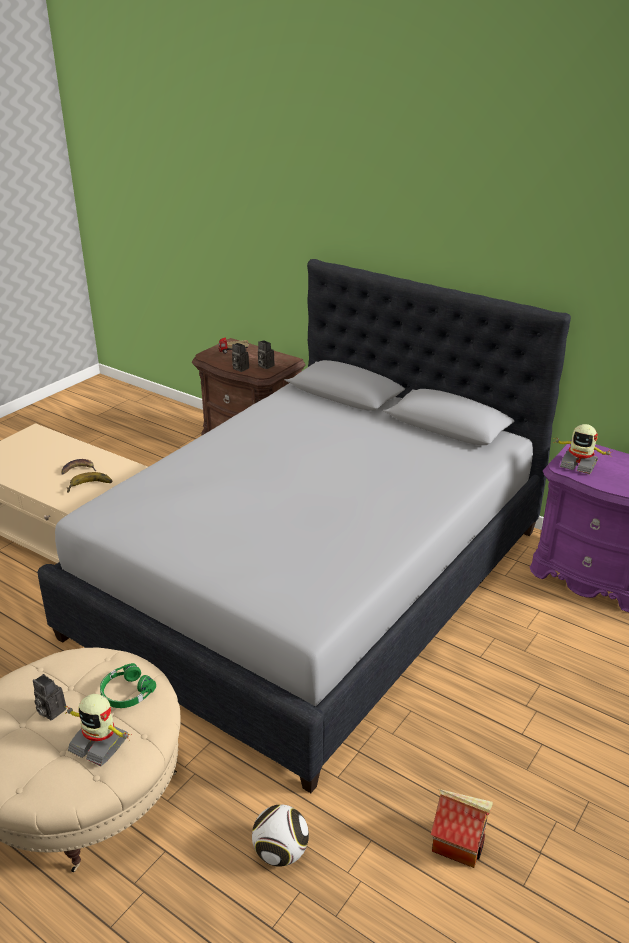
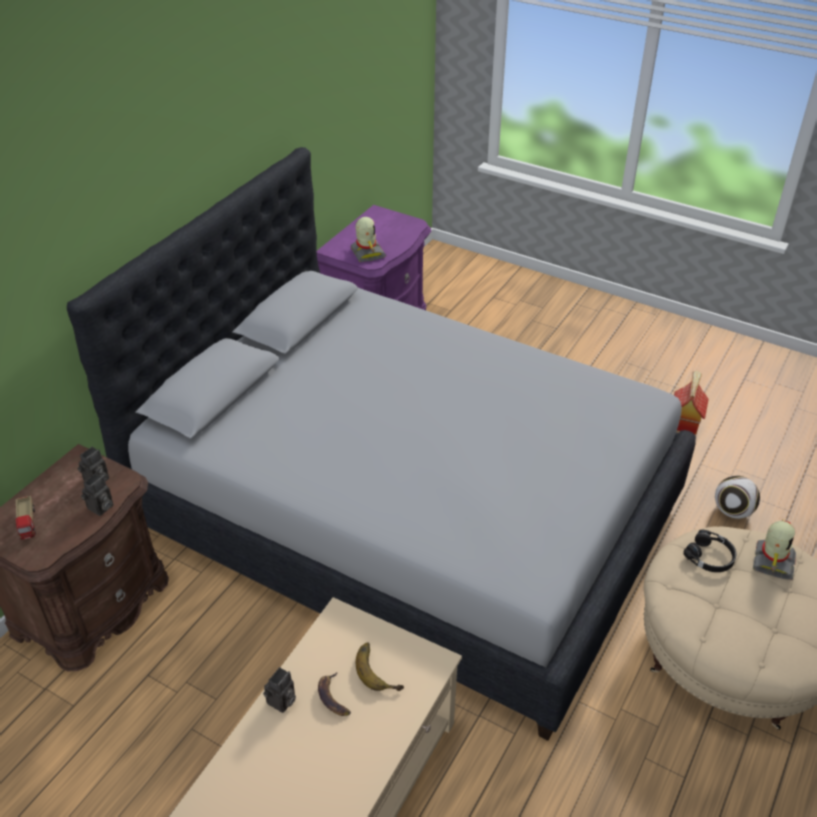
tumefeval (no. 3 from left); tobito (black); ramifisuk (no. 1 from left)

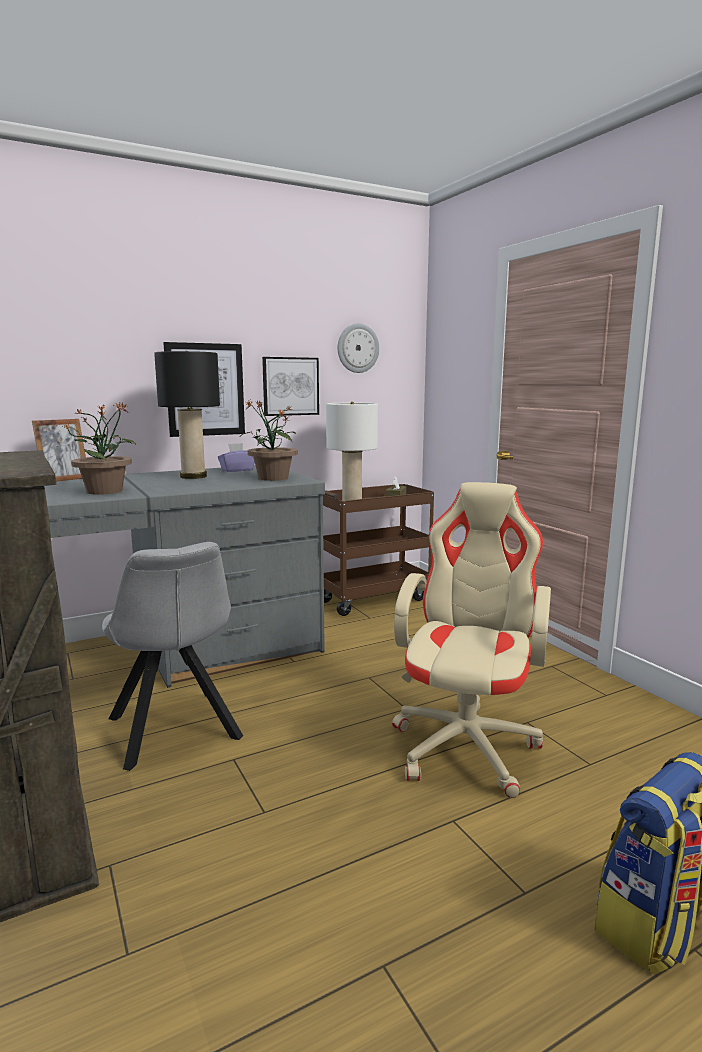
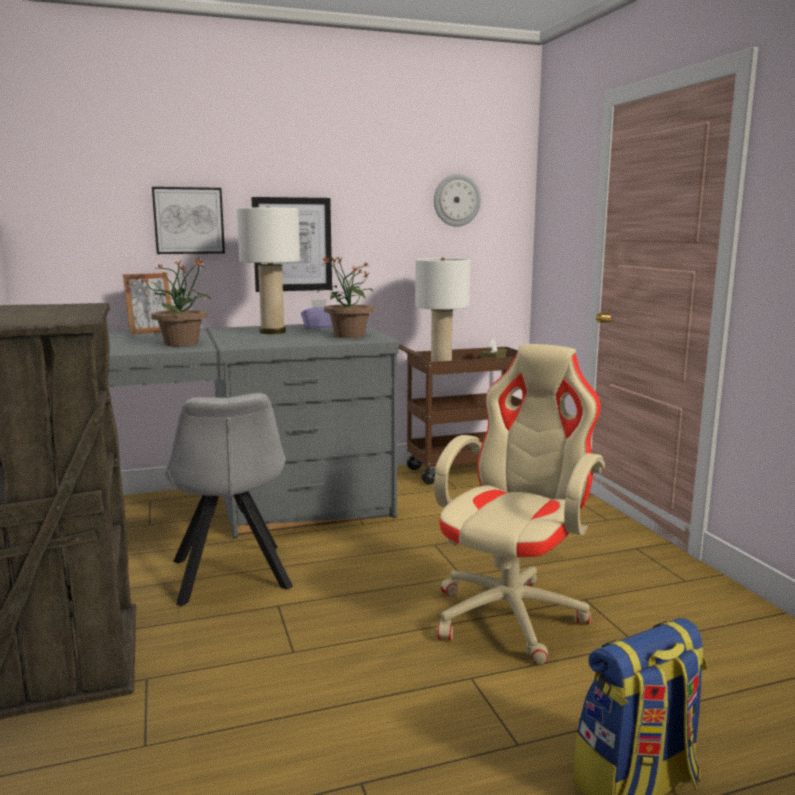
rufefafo (no. 1 from left); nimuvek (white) (no. 1 from left)

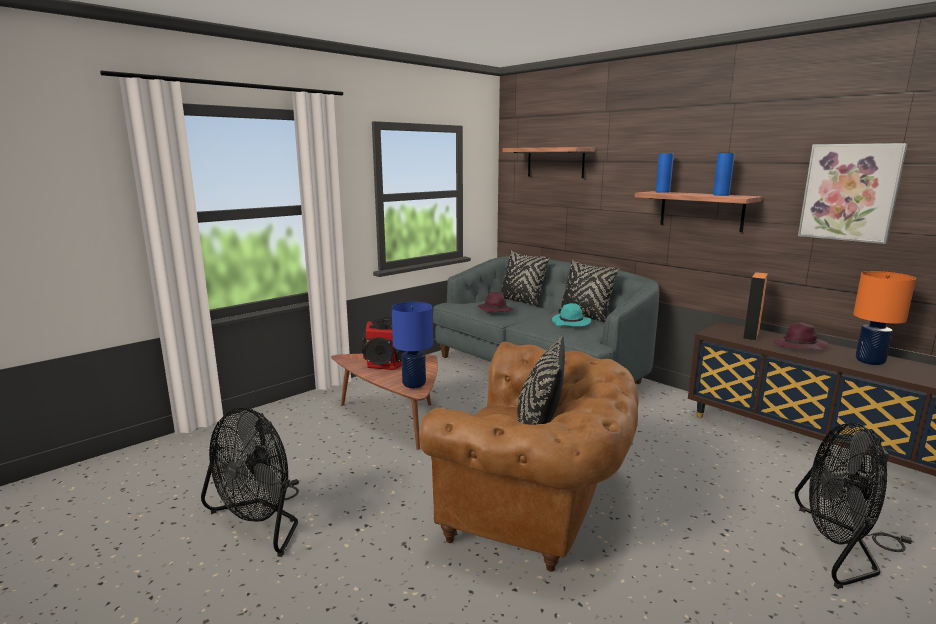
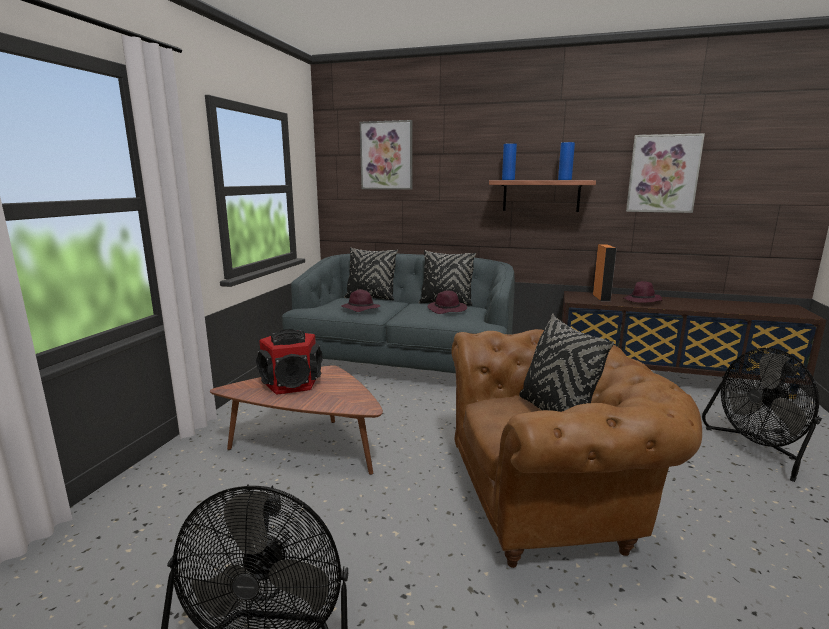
nimuvek (blue); nimuvek (orange); rufefafo (no. 1 from left); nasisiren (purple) (no. 2 from left)

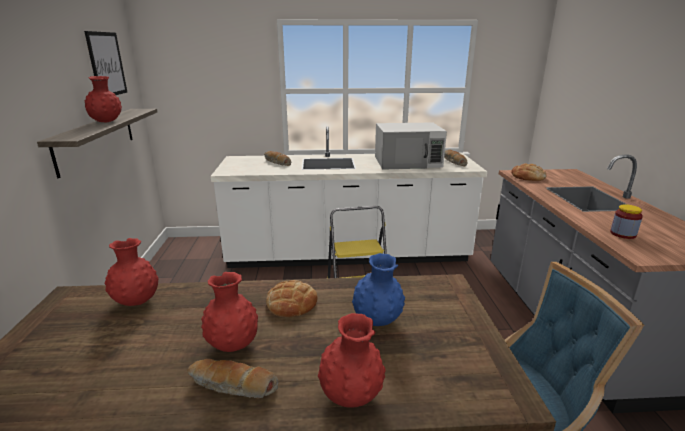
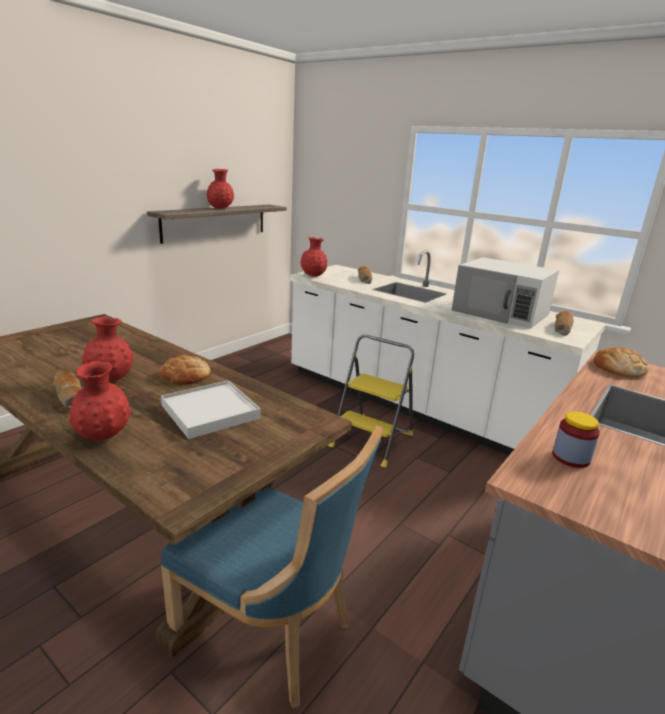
rufefafo; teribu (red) (no. 4 from left); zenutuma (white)

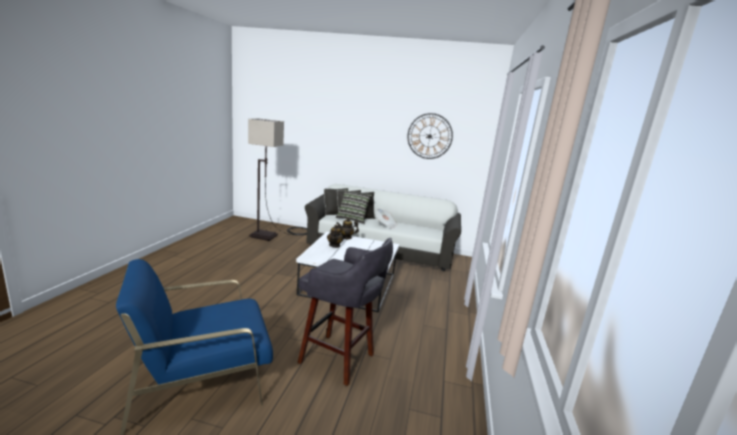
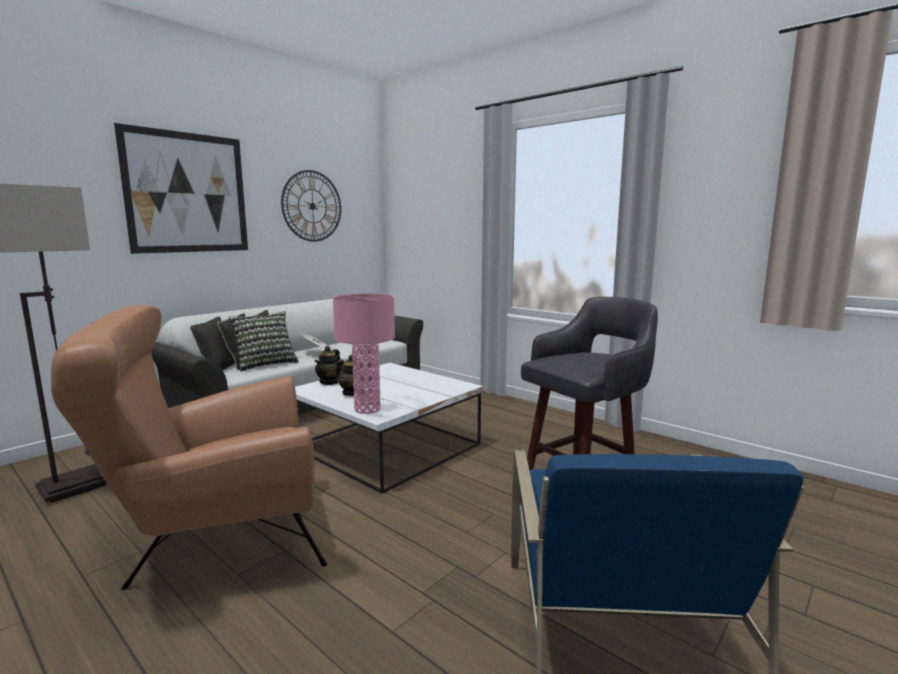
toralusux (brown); rufefafo; nimuvek (pink)

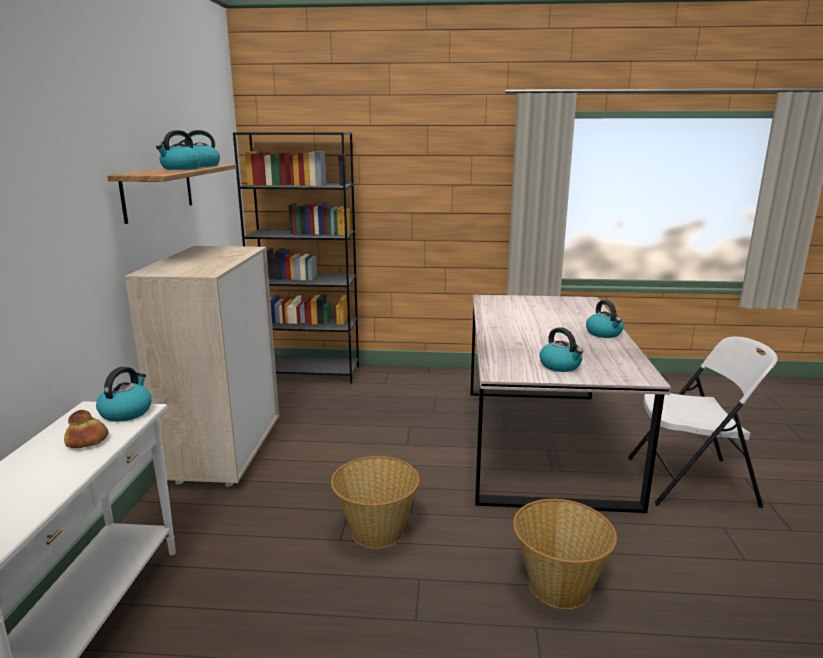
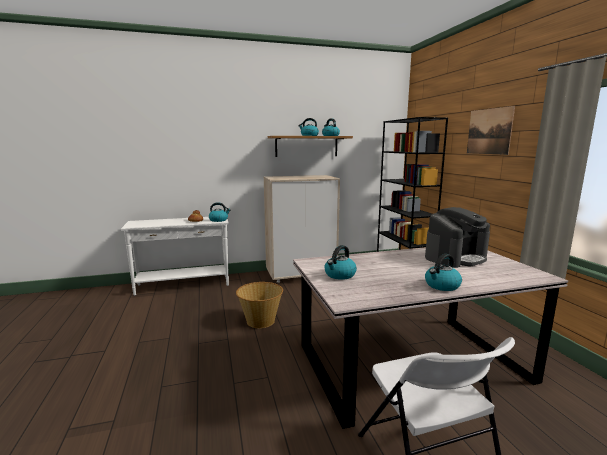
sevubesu (no. 2 from left in the first image); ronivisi; rufefafo

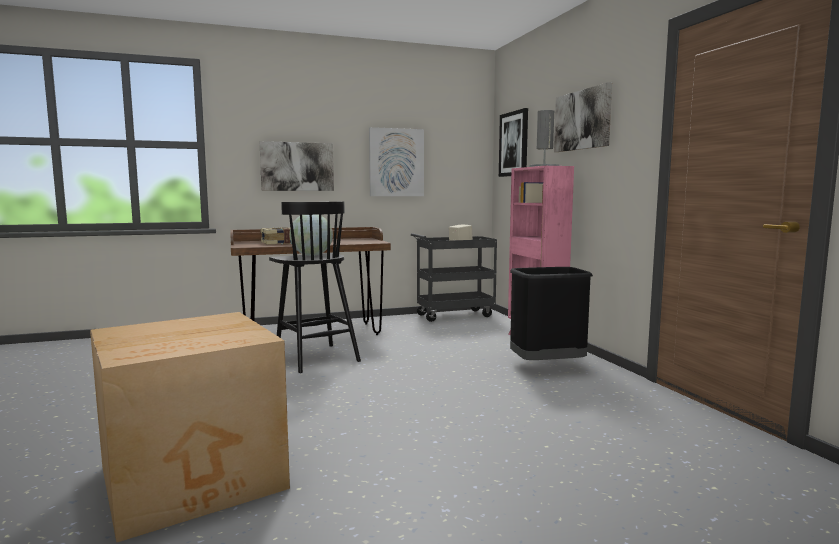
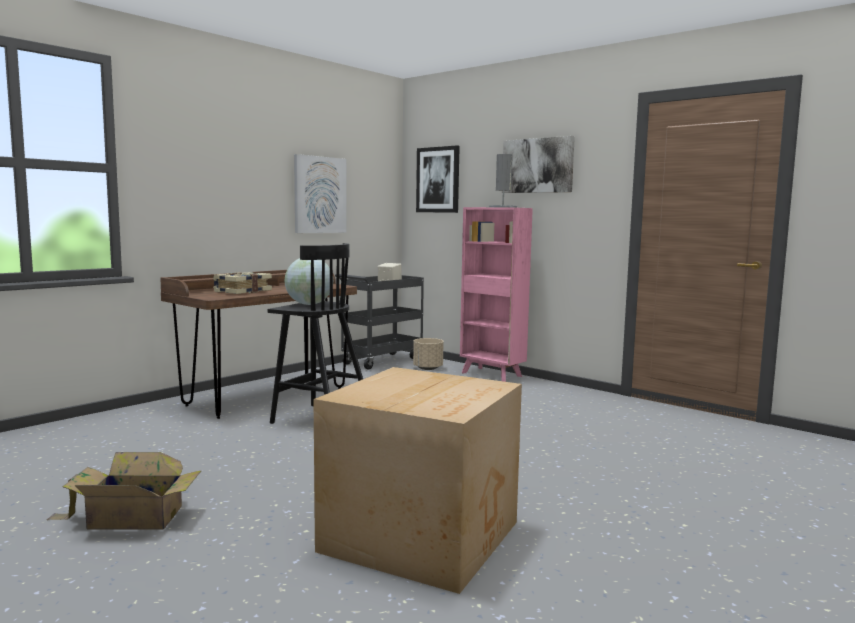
rufefafo (no. 1 from left in the first image); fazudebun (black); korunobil (no. 1 from left); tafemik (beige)

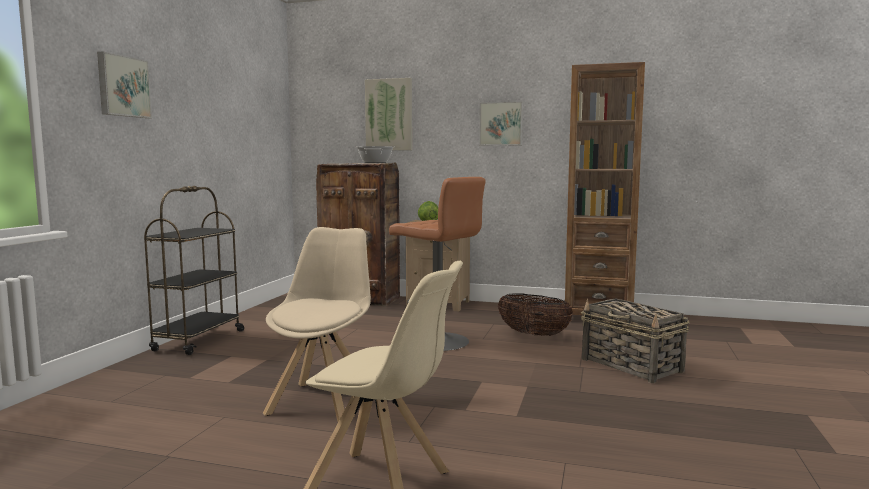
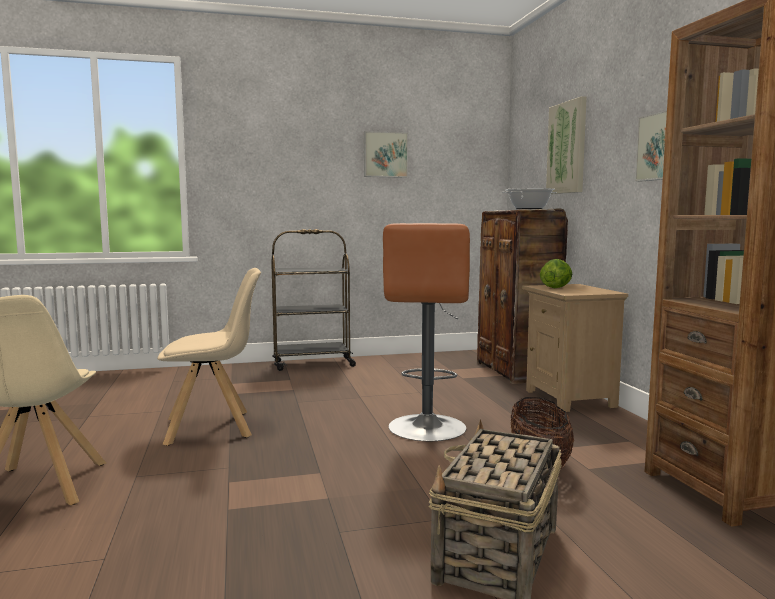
rufefafo (no. 1 from left)

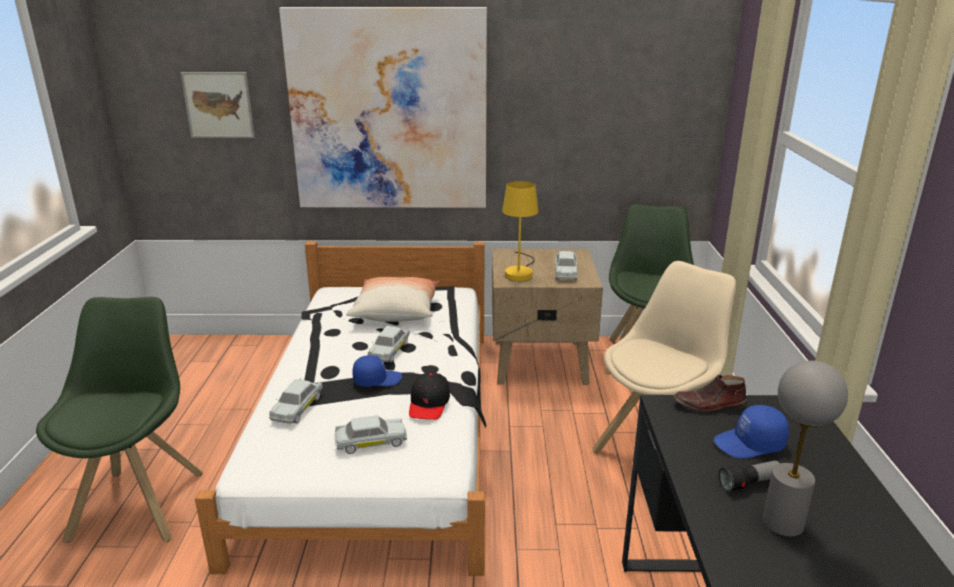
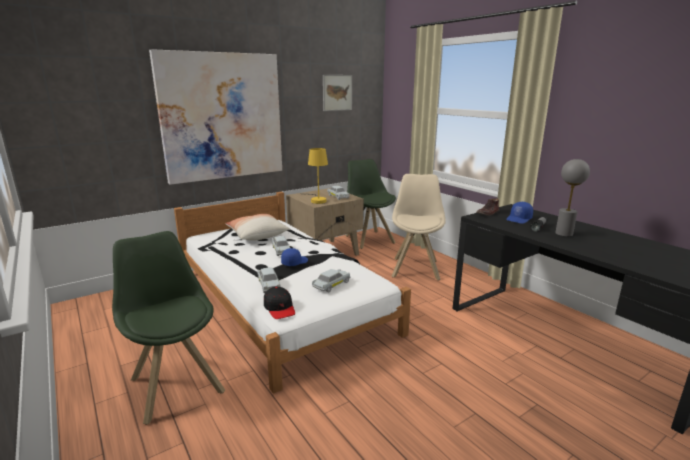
rufefafo (no. 2 from left); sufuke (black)

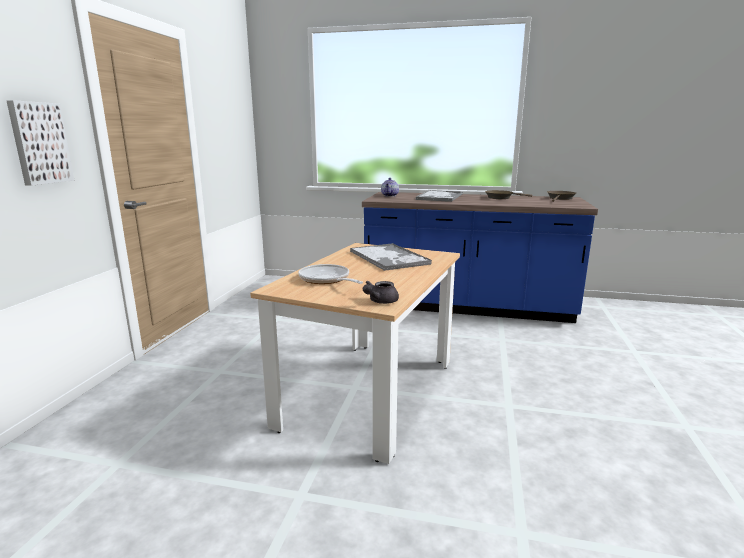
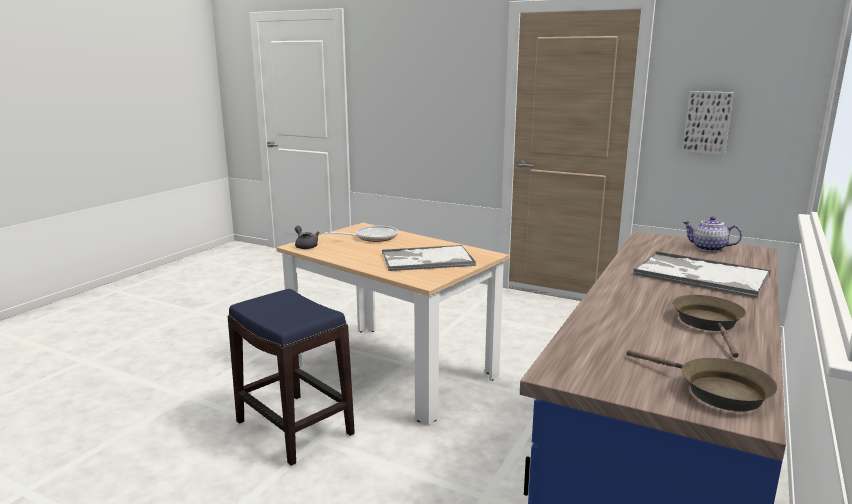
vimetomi; rufefafo

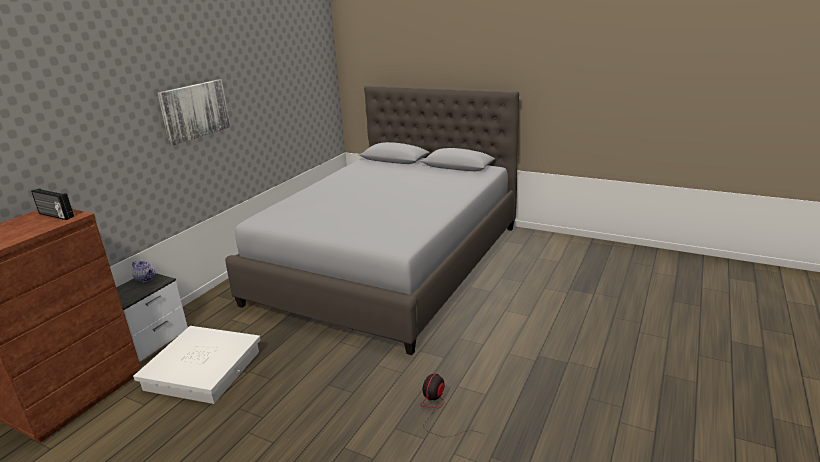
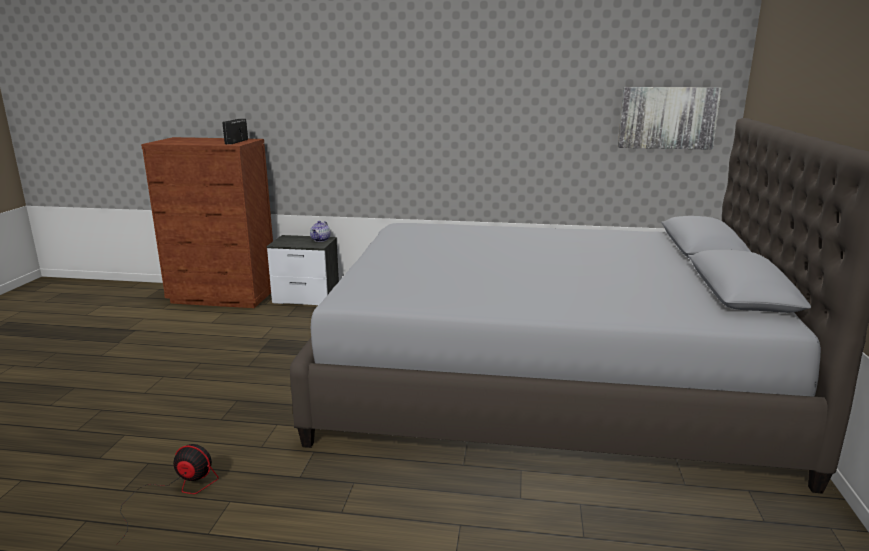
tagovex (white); rufefafo

